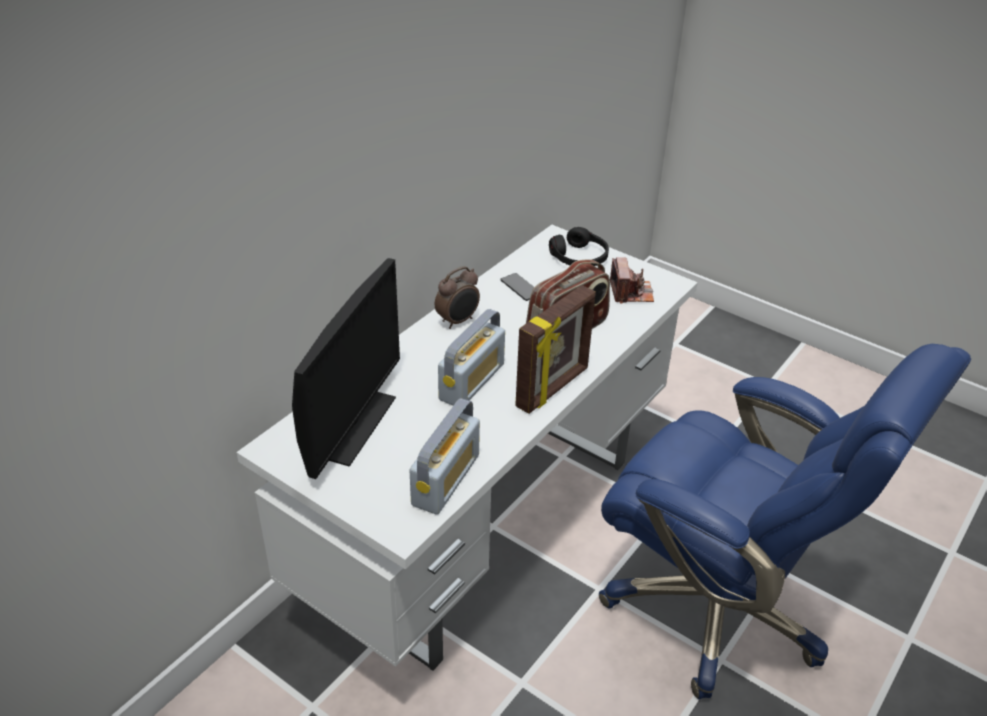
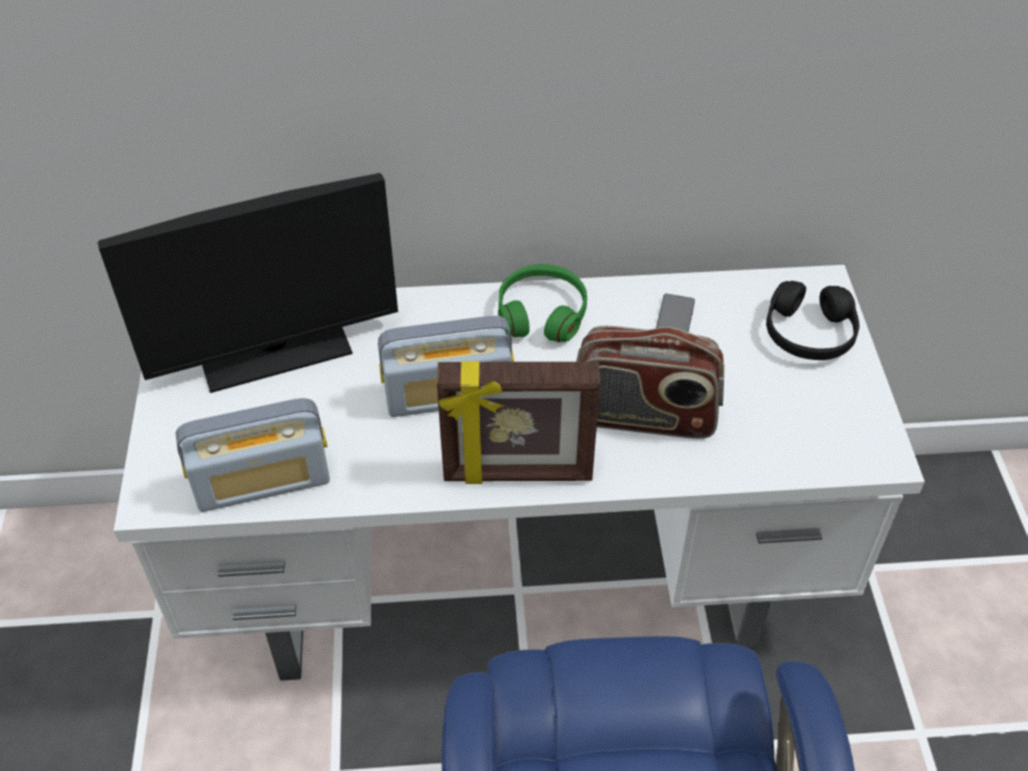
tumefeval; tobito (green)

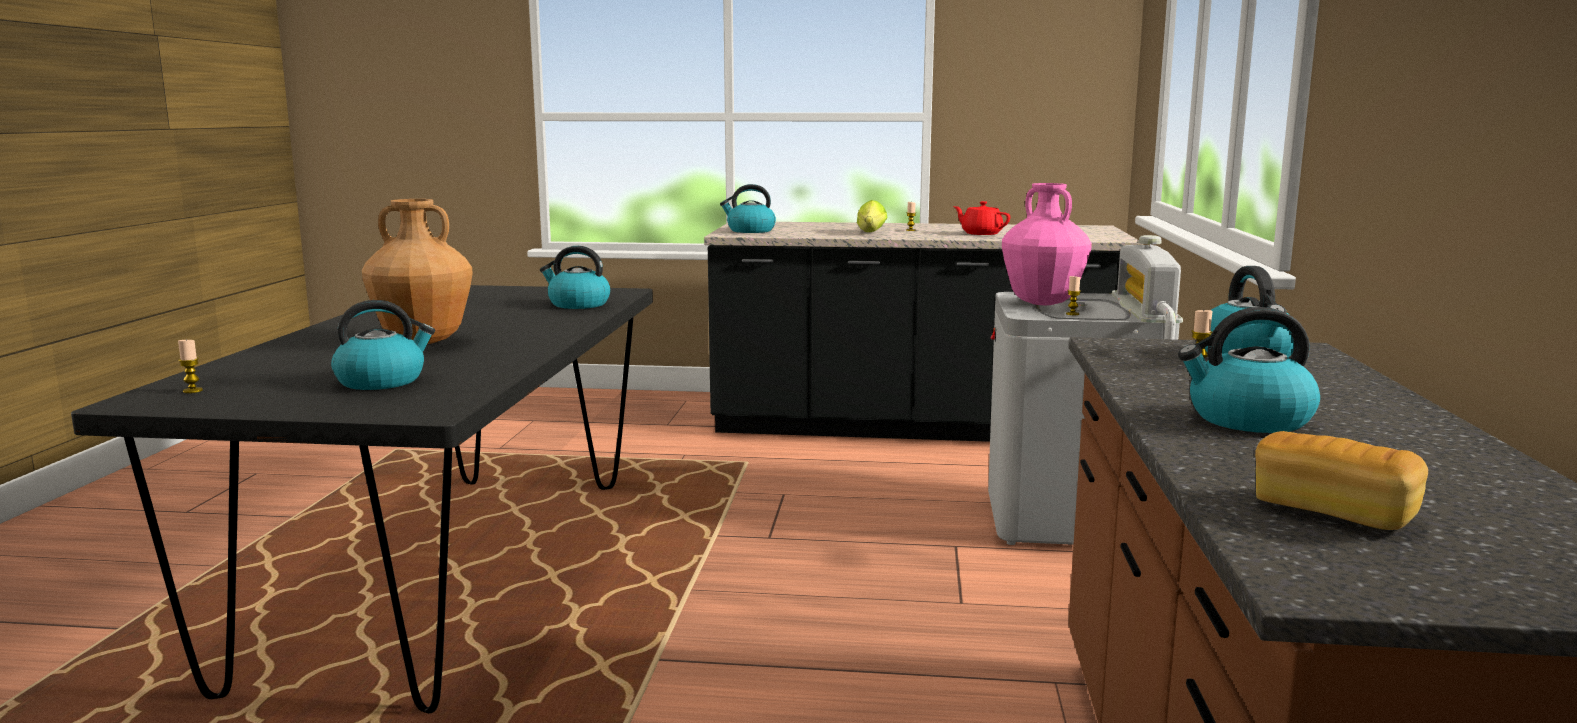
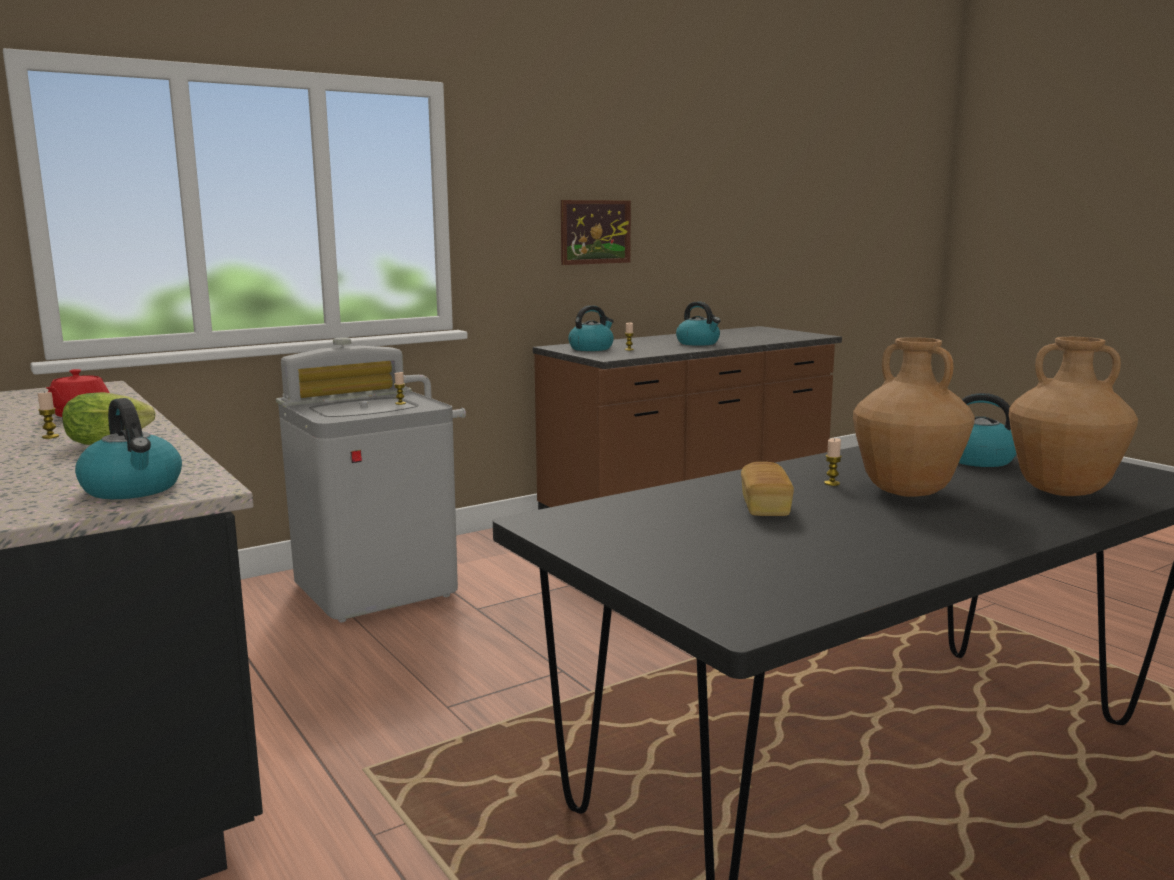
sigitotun (no. 2 from left in the first image); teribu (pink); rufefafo; teribu (brown) (no. 2 from left); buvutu (no. 4 from left); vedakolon

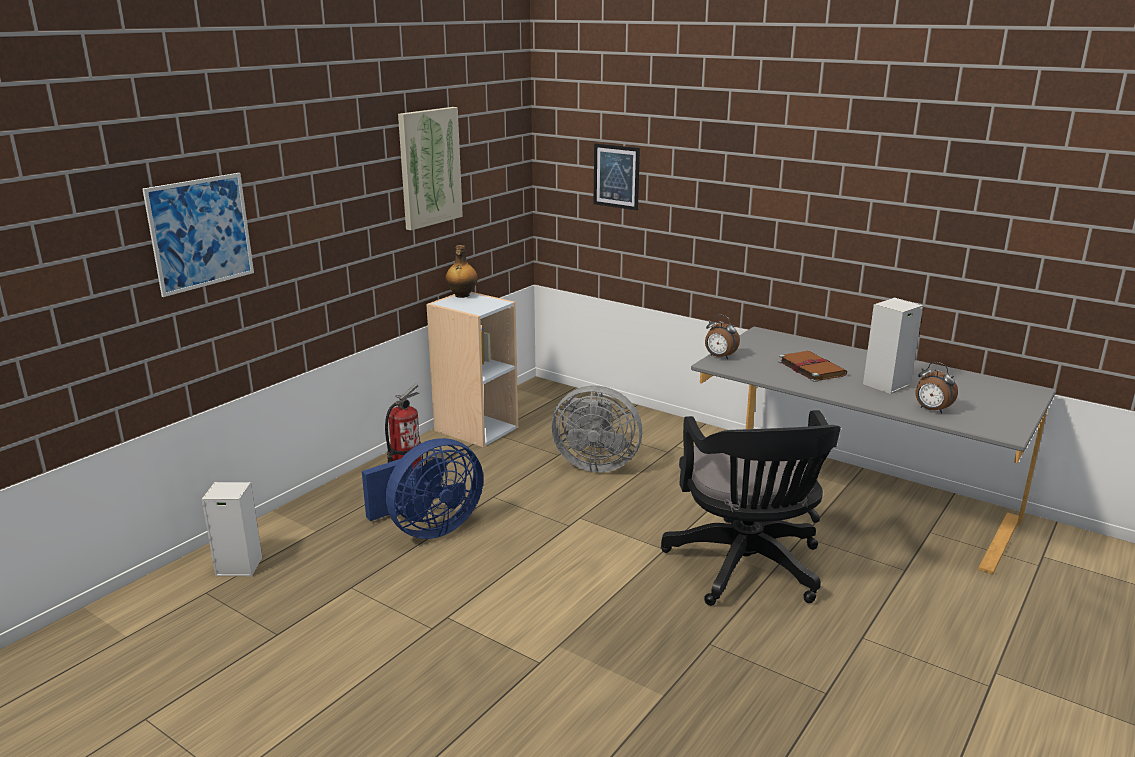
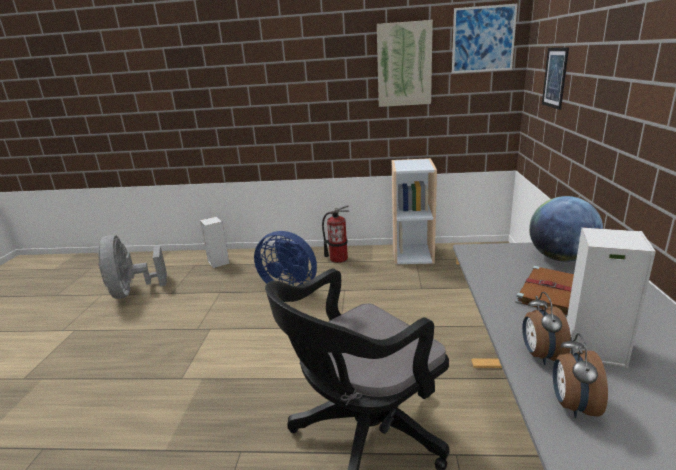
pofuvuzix; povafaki; rufefafo (no. 2 from left); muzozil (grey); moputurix (no. 1 from left)

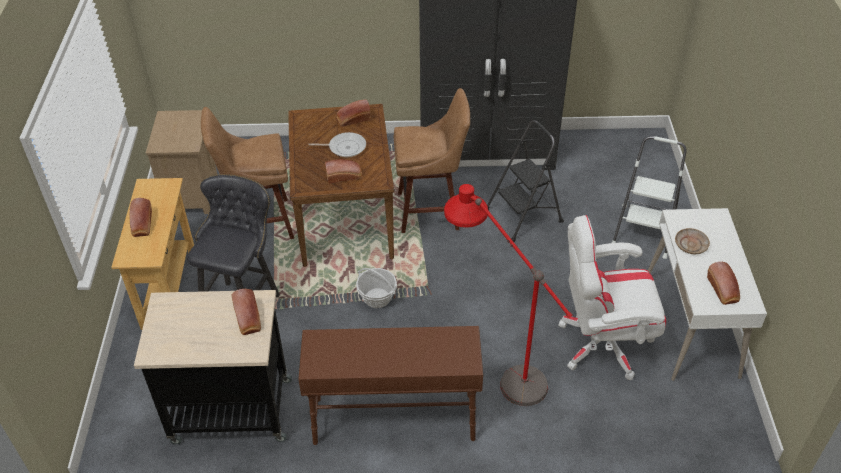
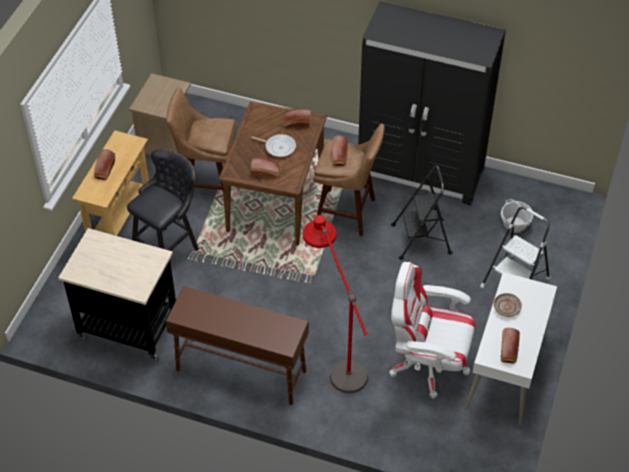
vedakolon (no. 4 from left); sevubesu

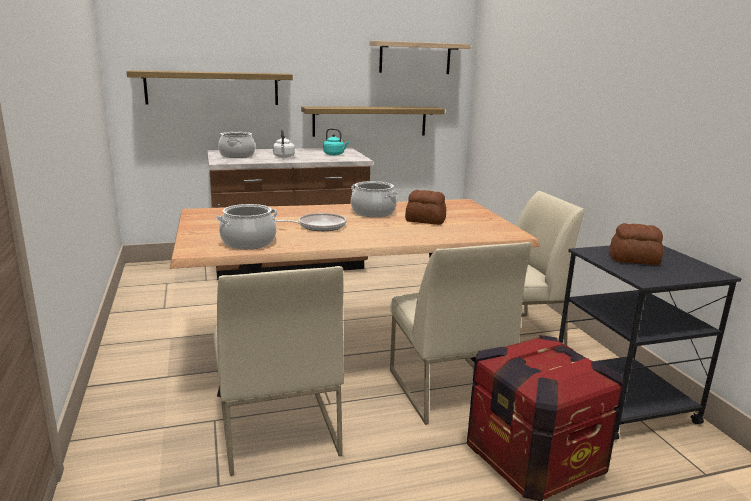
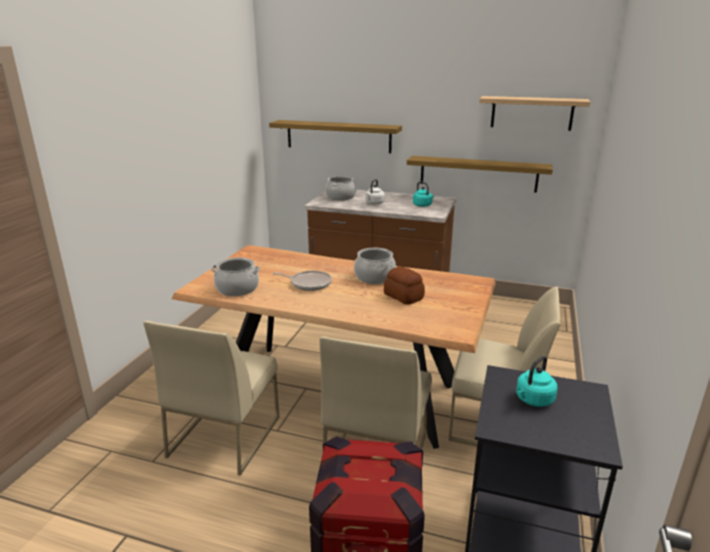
sigitotun (turquoise) (no. 2 from left)

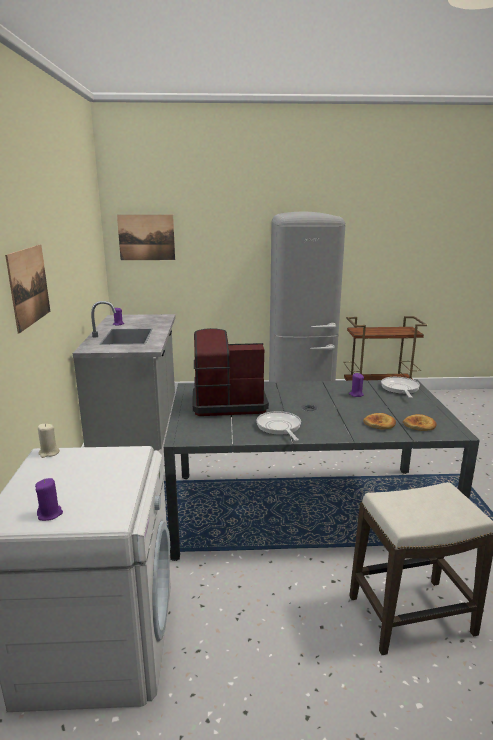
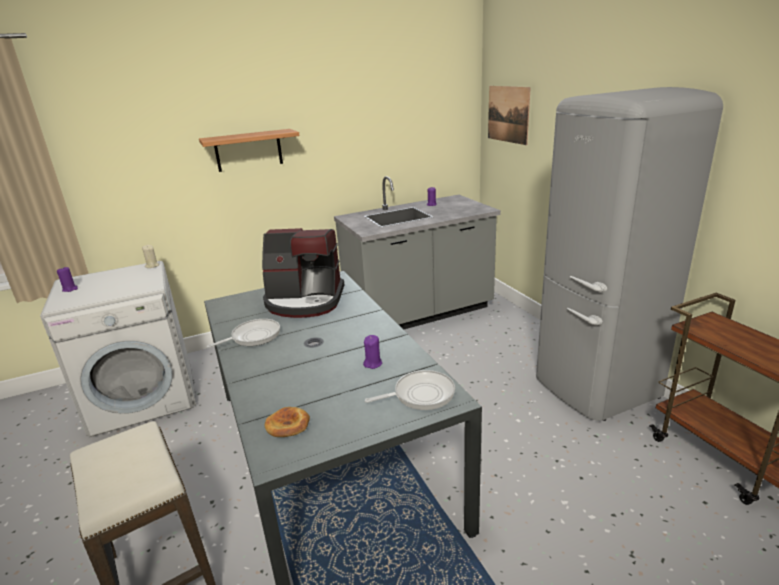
vedakolon (no. 1 from left in the first image); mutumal; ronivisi

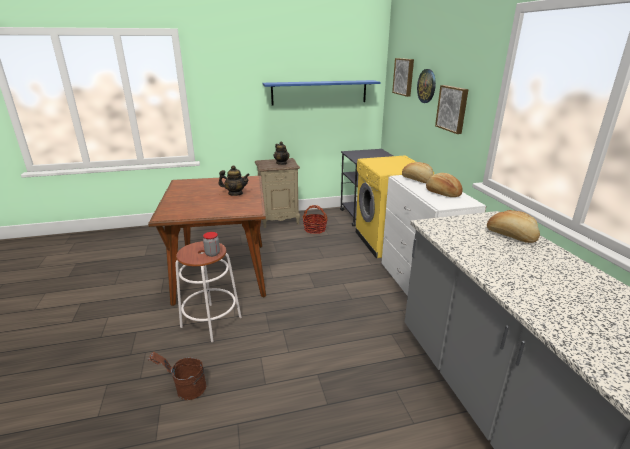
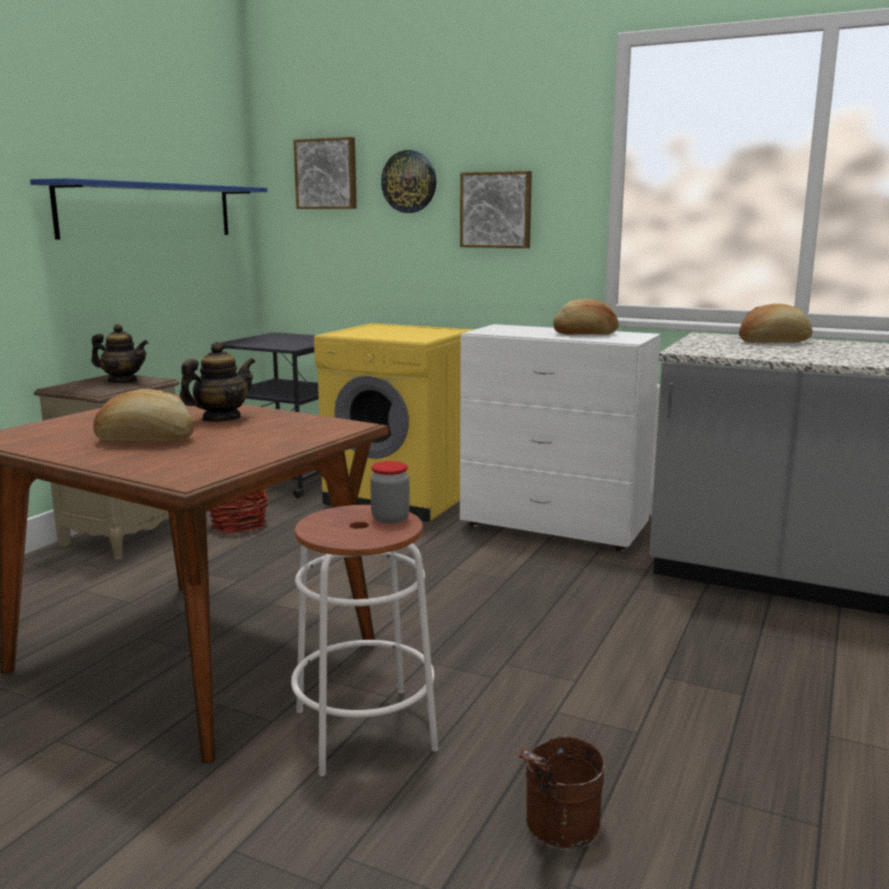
vedakolon (no. 1 from left)

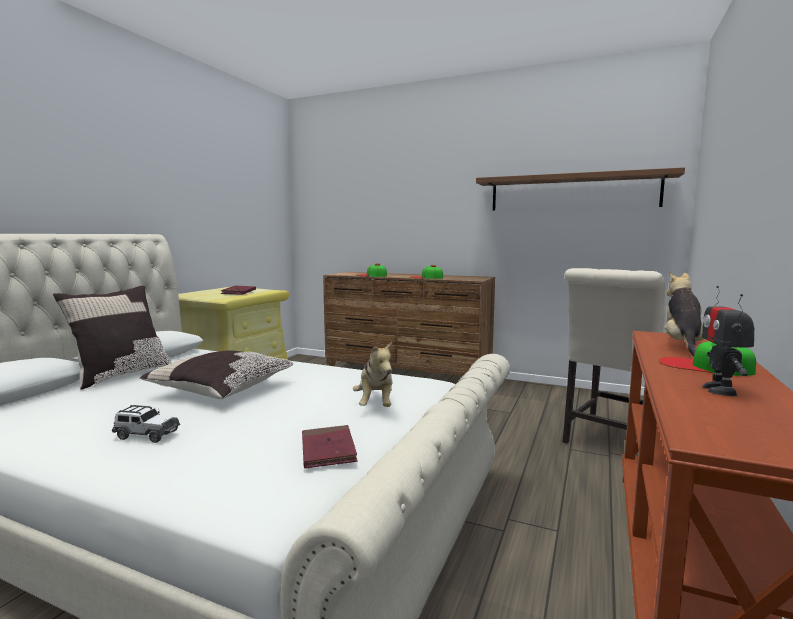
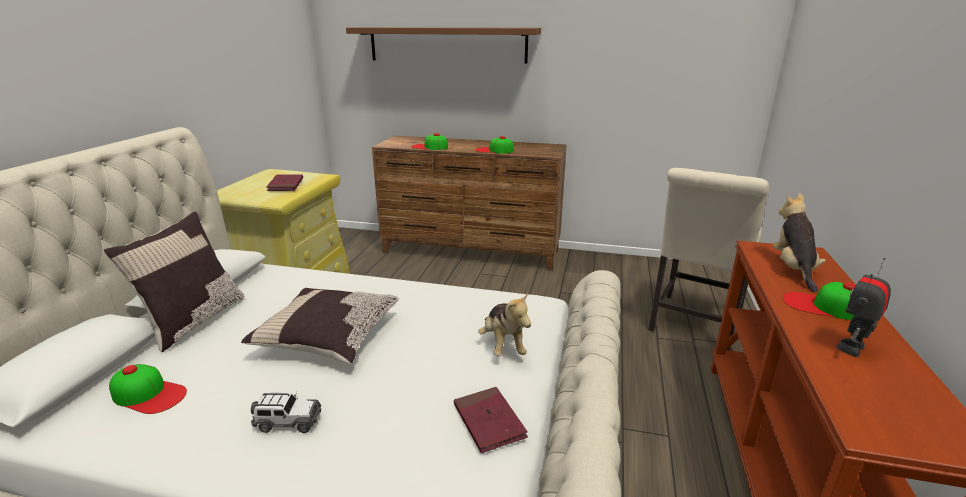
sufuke (no. 1 from left); mutumal (brown); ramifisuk

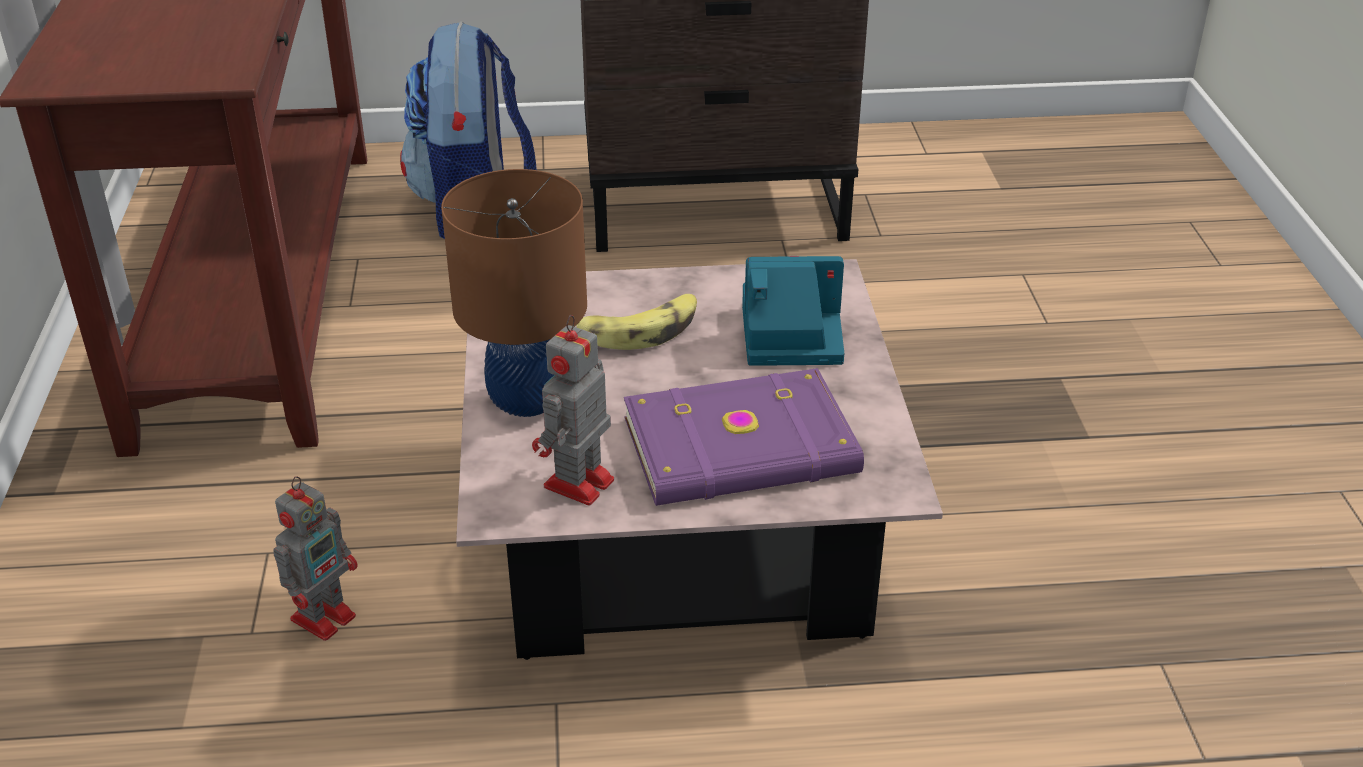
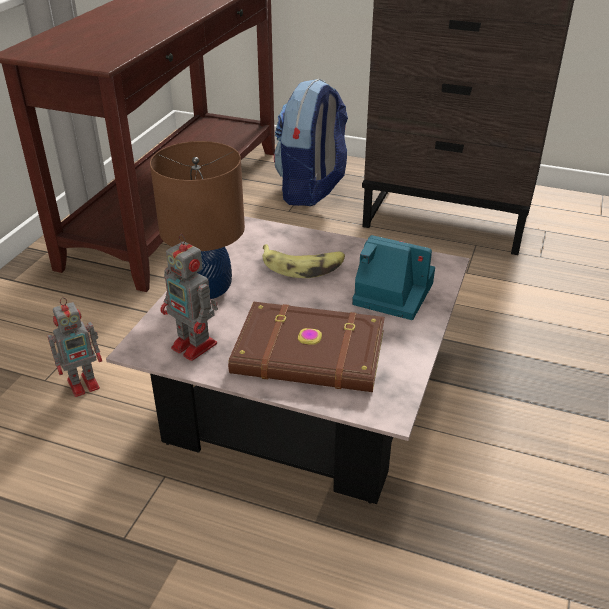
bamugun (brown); ramifisuk (no. 2 from left)

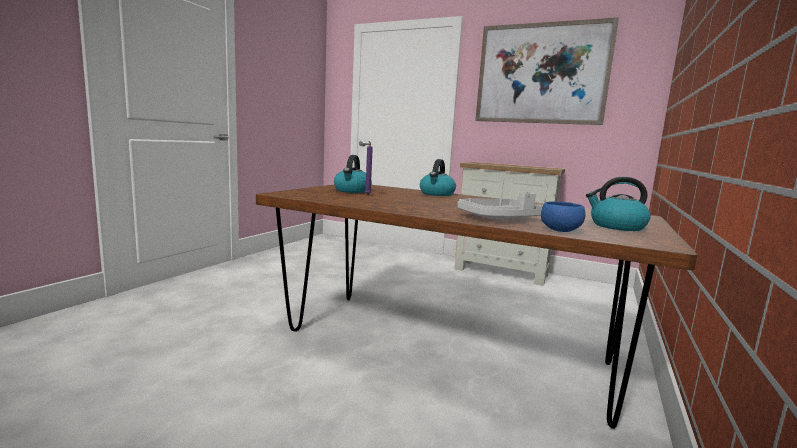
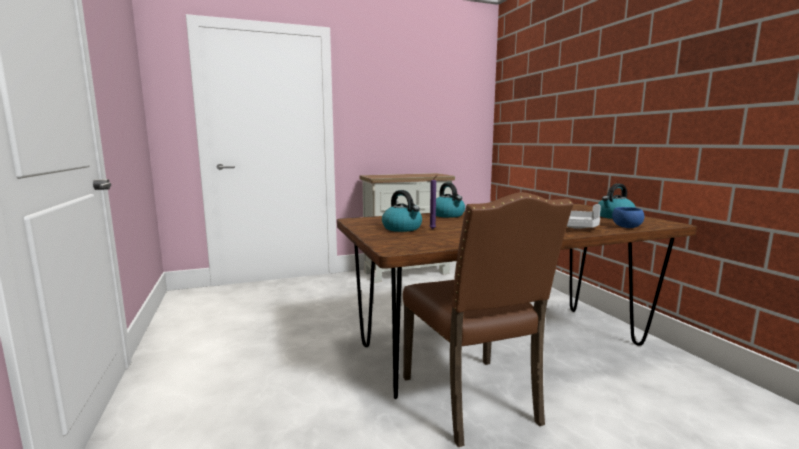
rufefafo; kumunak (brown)

